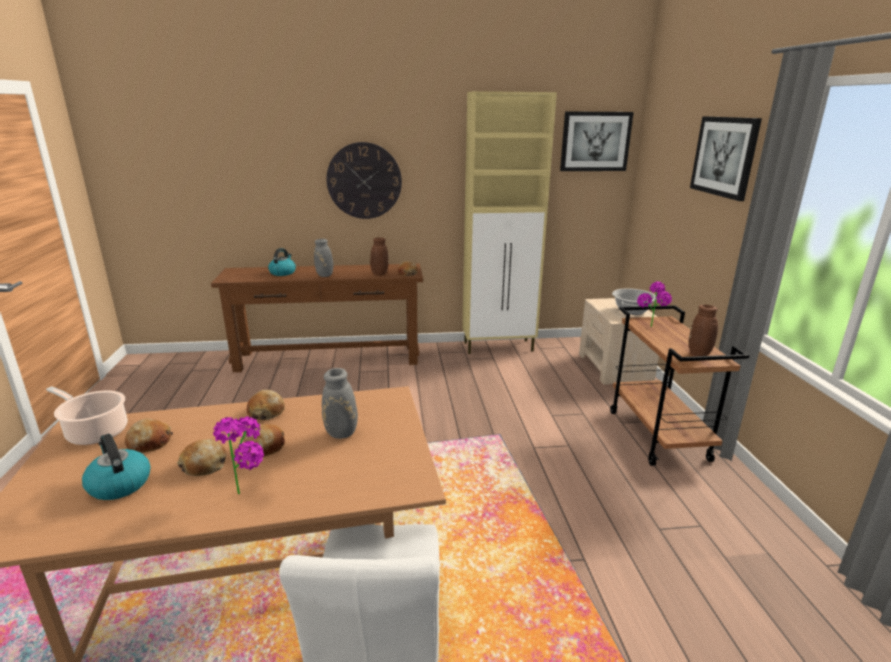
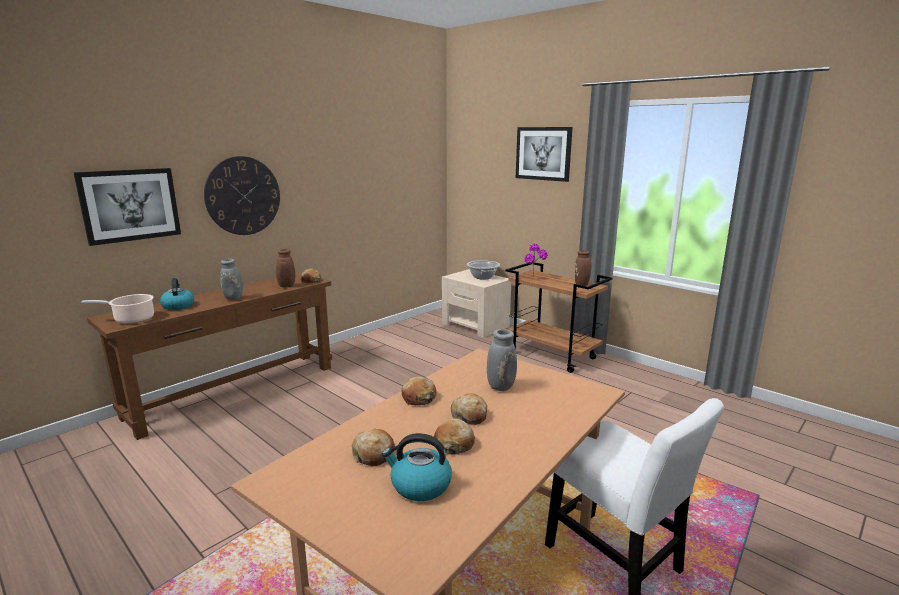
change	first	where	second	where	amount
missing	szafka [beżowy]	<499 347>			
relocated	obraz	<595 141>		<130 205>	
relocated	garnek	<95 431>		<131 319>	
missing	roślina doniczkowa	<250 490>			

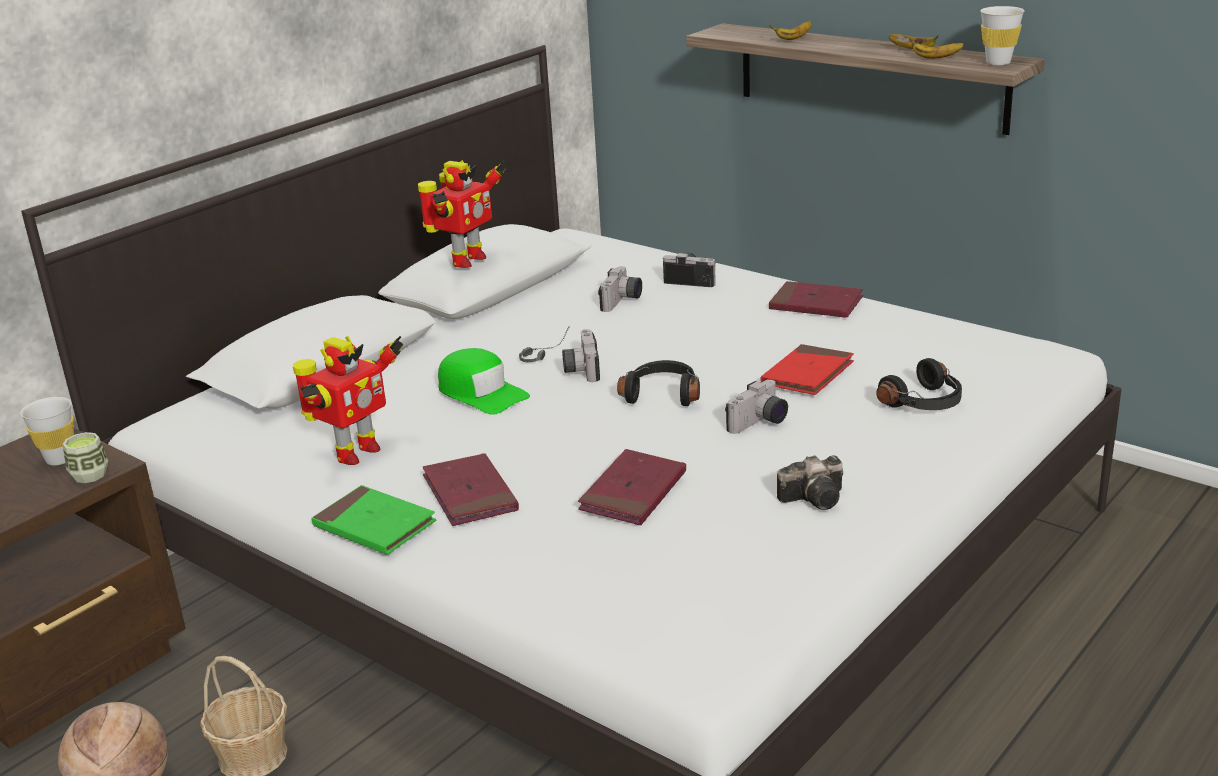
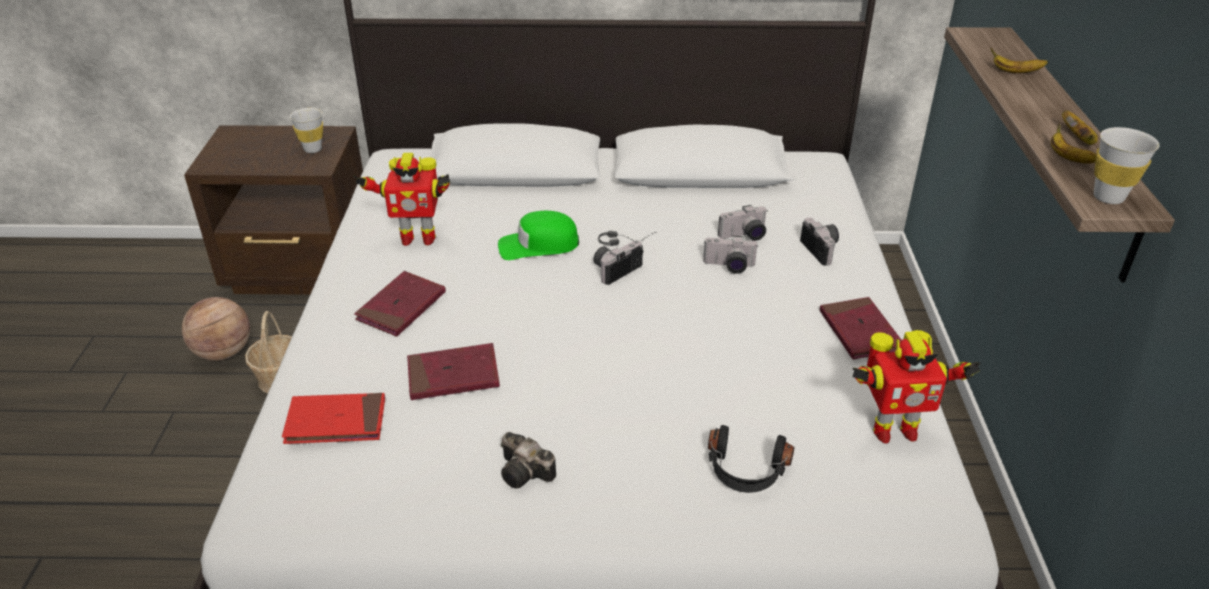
change	first	where	second	where	amount
relocated	robot zabawkowy	<465 261>		<892 430>	
relocated	książka [czerwony]	<807 374>		<336 422>	
spun	czapka z daszkiem [zielony]	<481 393>		<538 245>	75 degrees clockwise
missing	słuchawki [czarny]	<663 394>			
relocated	aparat fotograficzny	<760 423>		<729 267>	
missing	filiżanka	<90 475>			
missing	książka [zielony]	<374 525>			

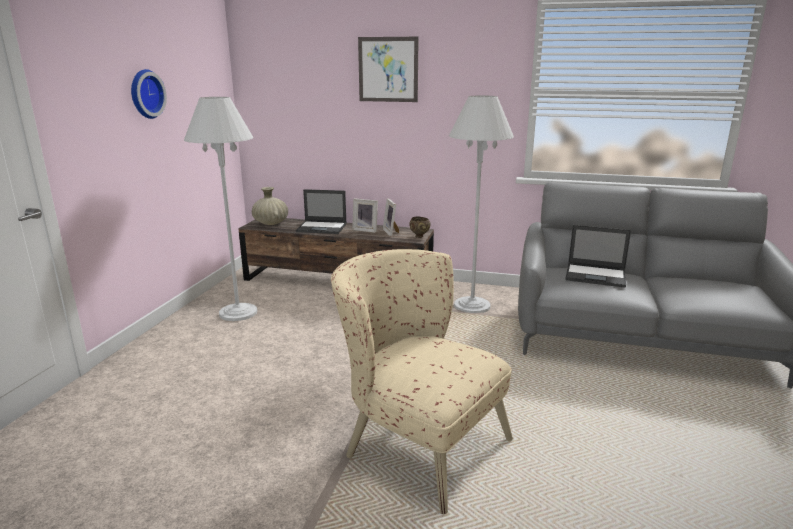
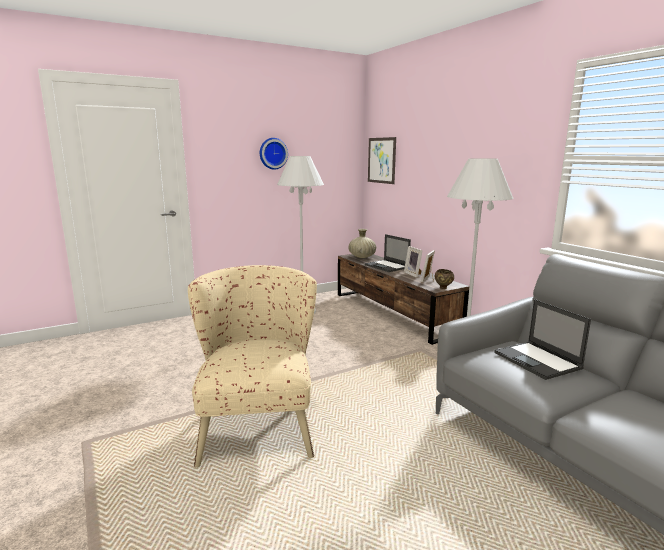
change	first	where	second	where	amount
relocated	obraz	<388 69>		<381 160>	

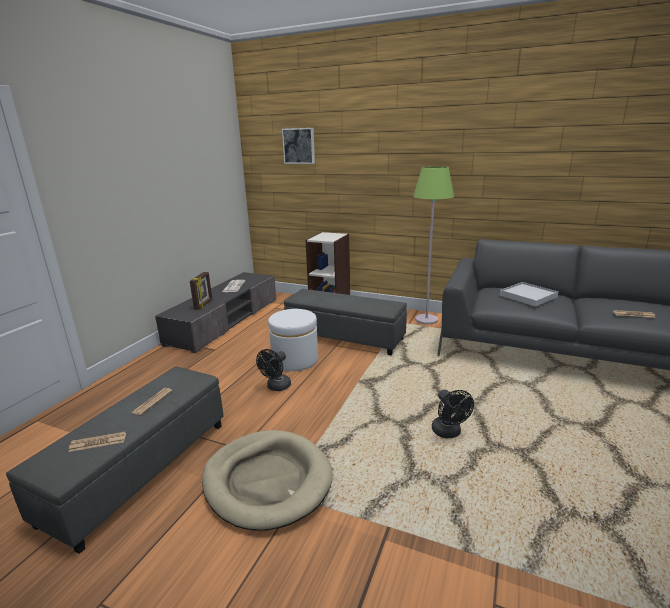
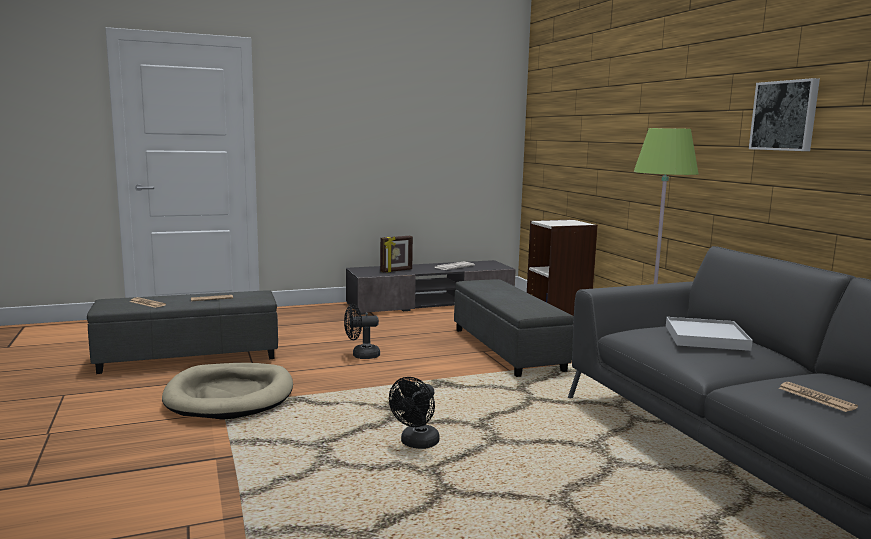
change	first	where	second	where	amount
relocated	obraz	<299 146>		<785 116>	
missing	pufa [biały]	<295 360>			

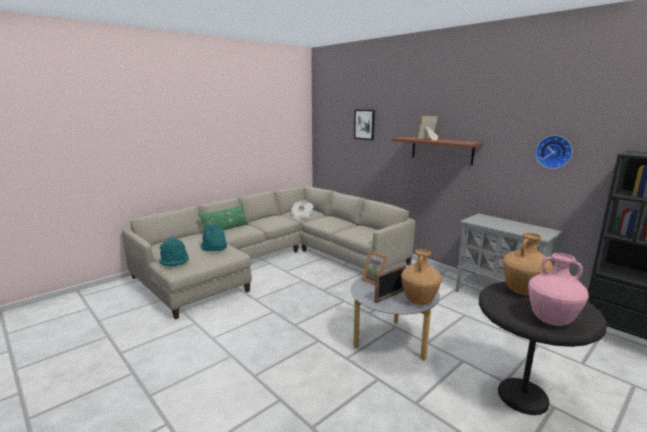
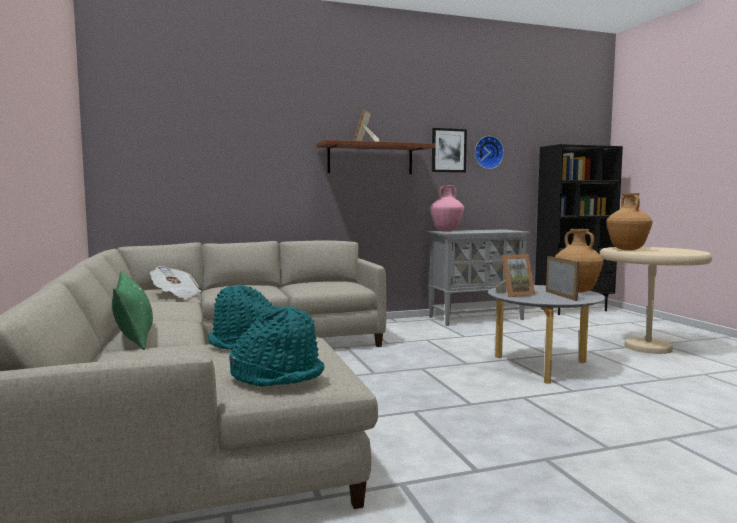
change	first	where	second	where	amount
relocated	obraz	<364 124>		<448 150>	
relocated	wazon [różowy]	<551 321>		<447 231>	
colour	stolik [czarny]	<522 397>	stolik [beżowy]	<648 347>	

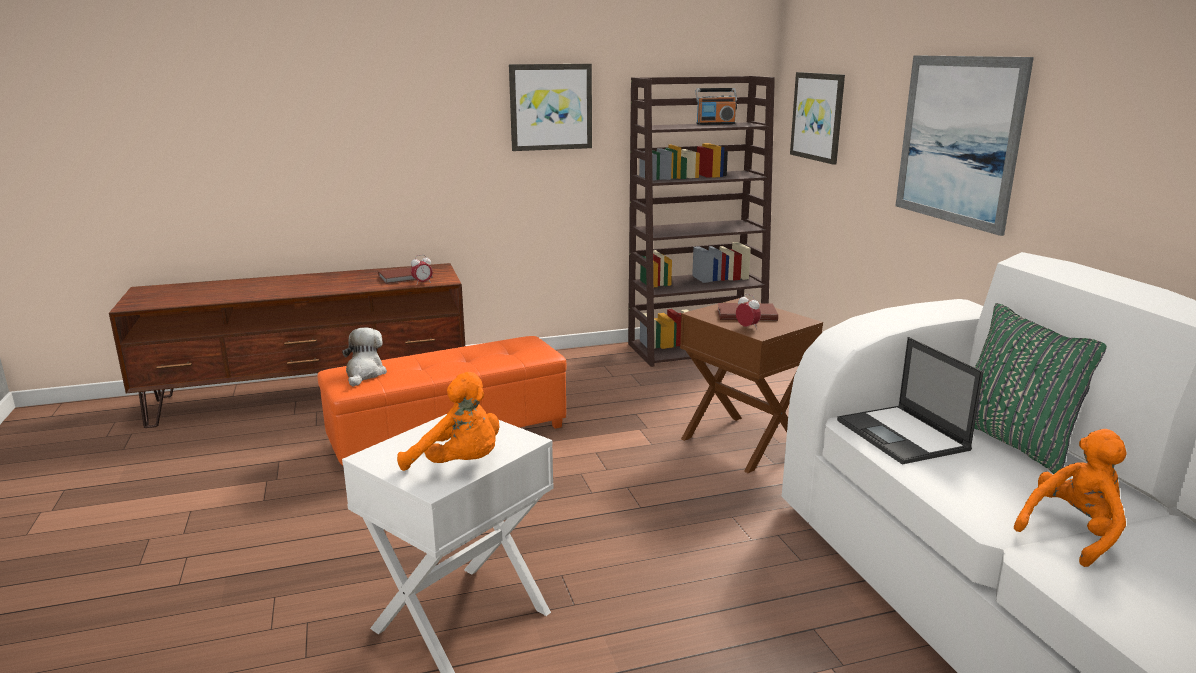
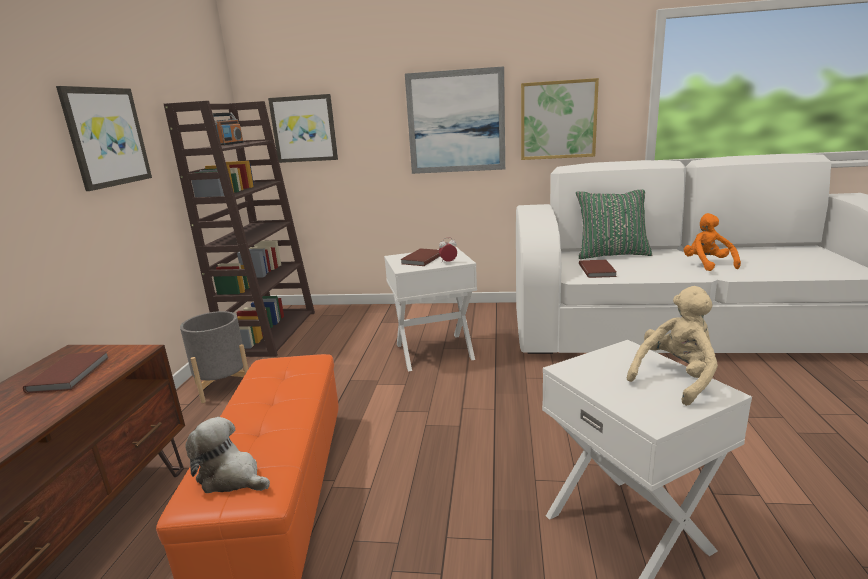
change	first	where	second	where	amount
missing	budzik	<422 283>			
colour	stolik [brązowy]	<741 443>	stolik [biały]	<434 352>	
exchanged	laptop	<903 435>	książka [brązowy]	<598 270>	
colour	pluszak [pomarańczowy]	<459 465>	pluszak [beżowy]	<675 378>	
appeared			obraz	<558 120>	
appeared			donica [szary]	<223 385>	

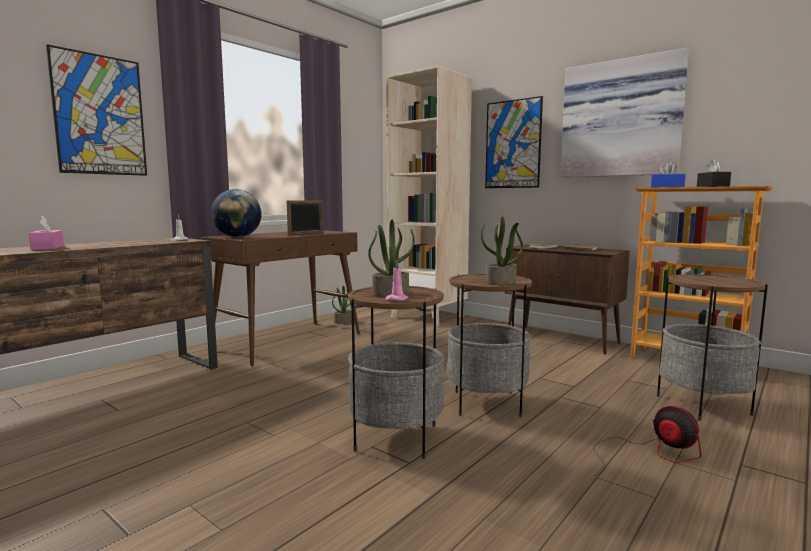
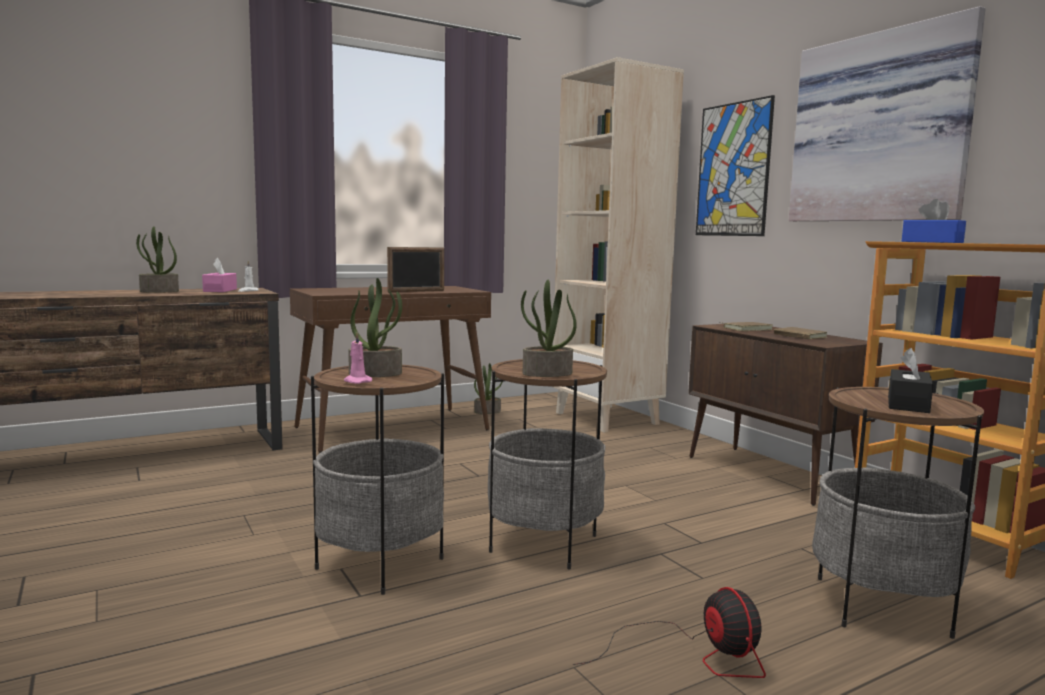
change	first	where	second	where	amount
missing	obraz	<100 115>			
relocated	pudełko chusteczek [czarny]	<712 186>		<908 404>	
missing	globus	<237 237>			
relocated	pudełko chusteczek [różowy]	<47 247>		<220 290>	
appeared			roślina doniczkowa	<159 291>	

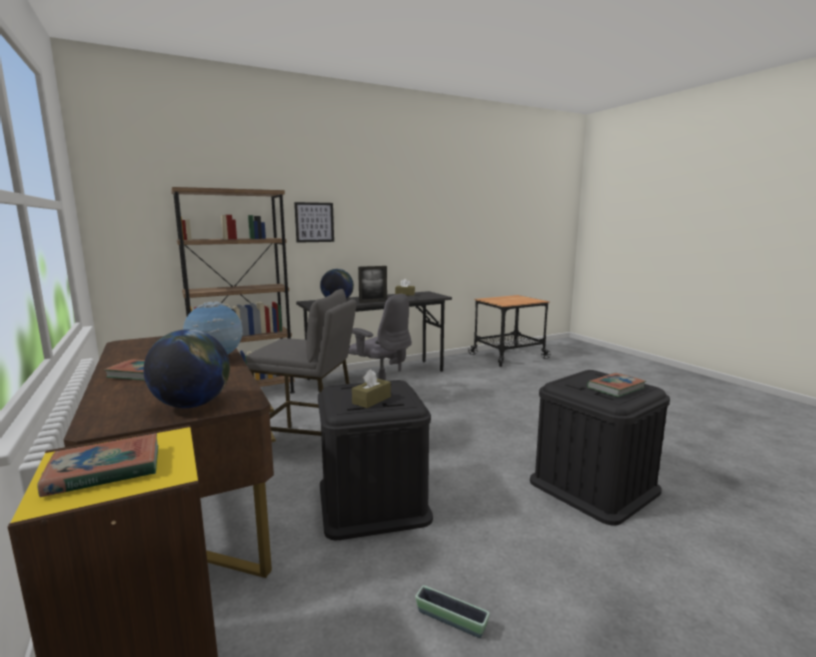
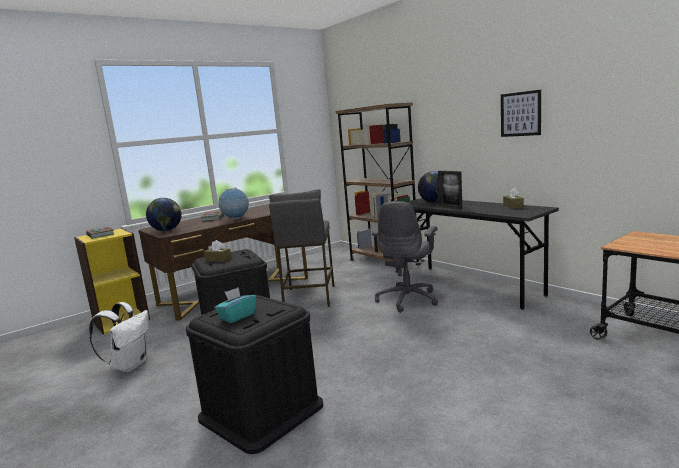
change	first	where	second	where	amount
relocated	obraz	<314 222>		<520 114>	
exchanged	książka	<616 388>	pudełko chusteczek [turkusowy]	<237 316>	
exchanged	donica	<451 620>	plecak [biały]	<129 365>	

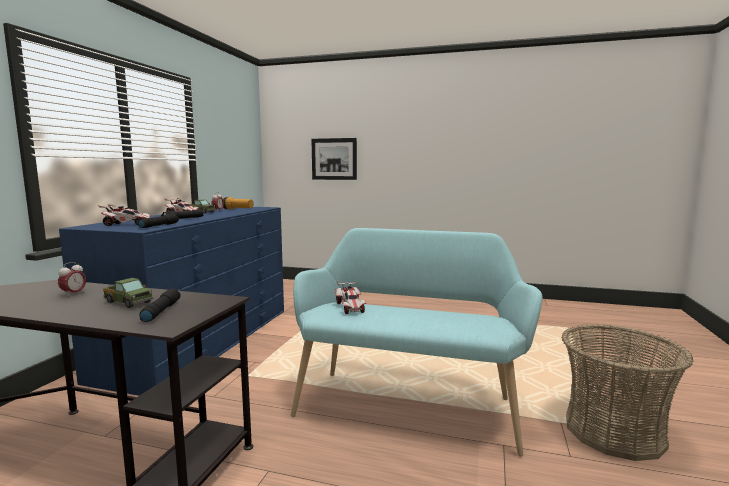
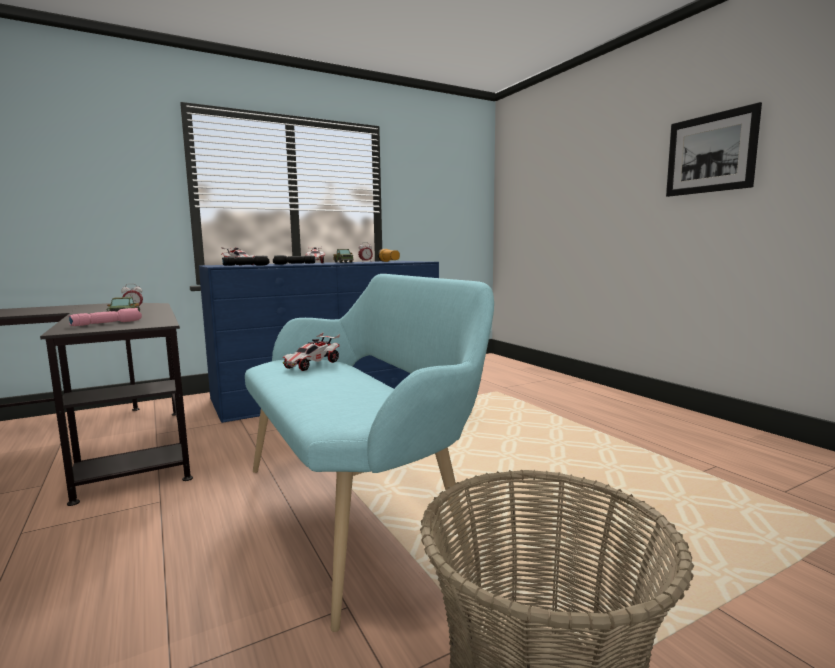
change	first	where	second	where	amount
relocated	obraz	<334 159>		<710 153>	
colour	latarka [czarny]	<160 311>	latarka [różowy]	<107 323>	

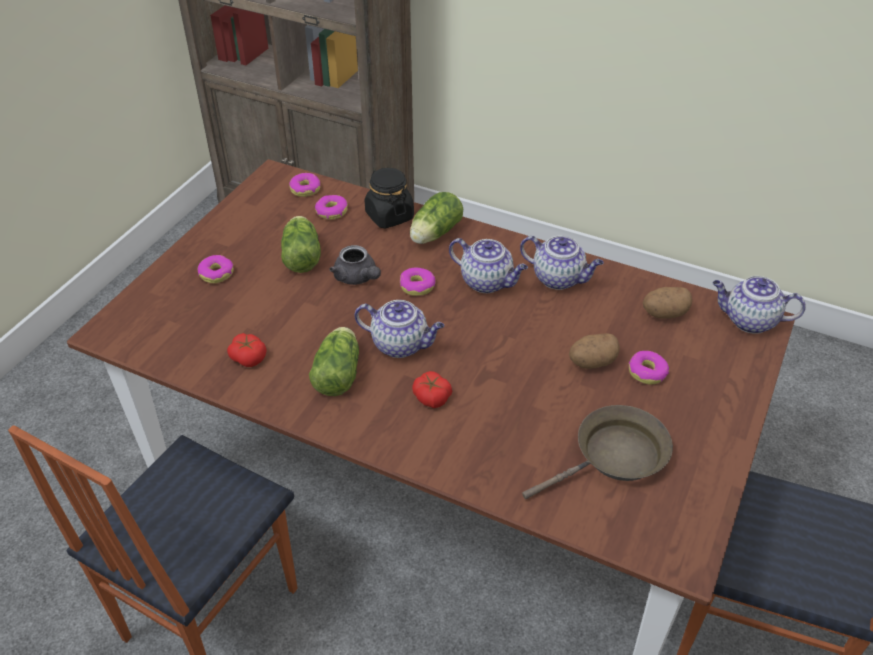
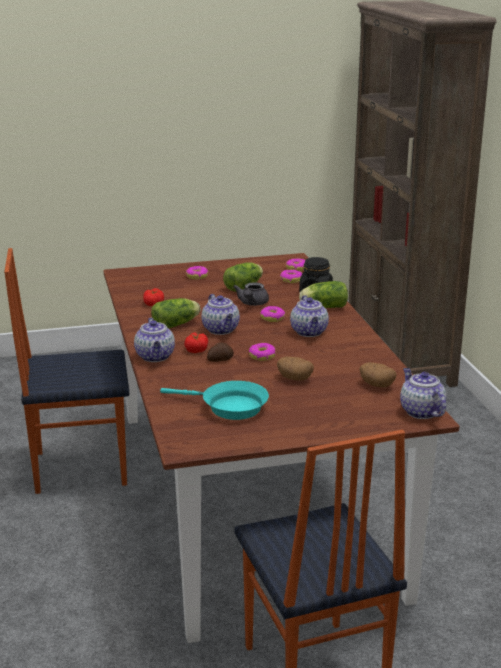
change	first	where	second	where	amount
relocated	imbryk	<559 278>		<155 357>	
relocated	donut	<647 372>		<262 356>	
colour	patelnia [brązowy]	<614 457>	patelnia [turkusowy]	<229 407>	
appeared			ziemniak	<220 360>	

